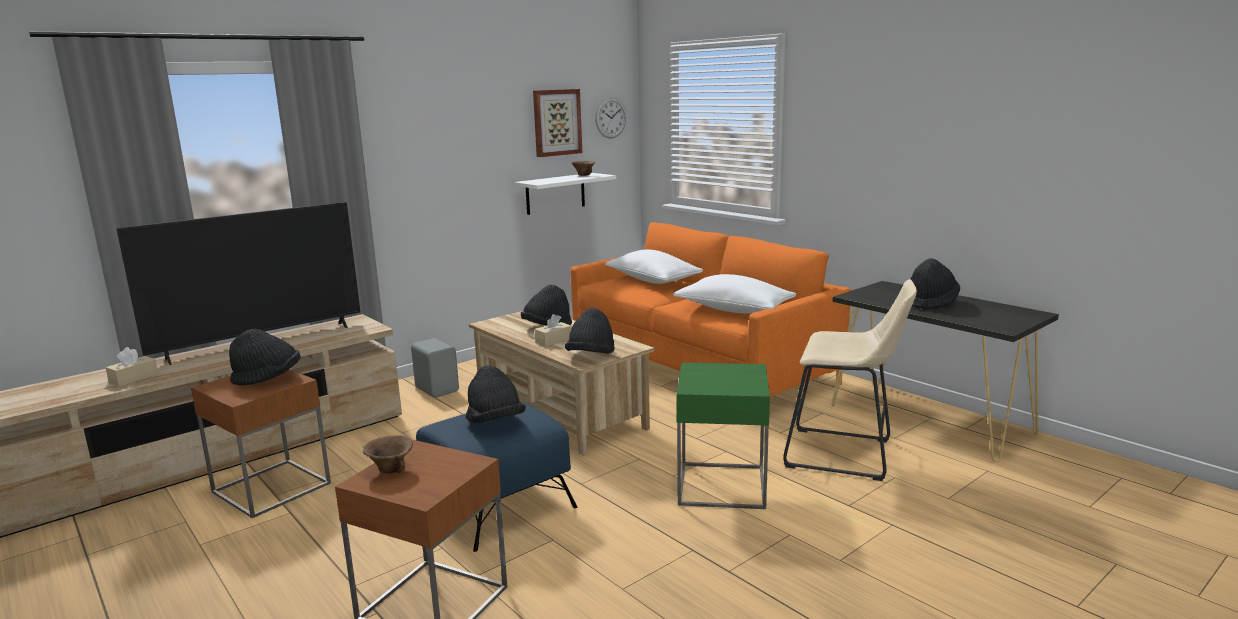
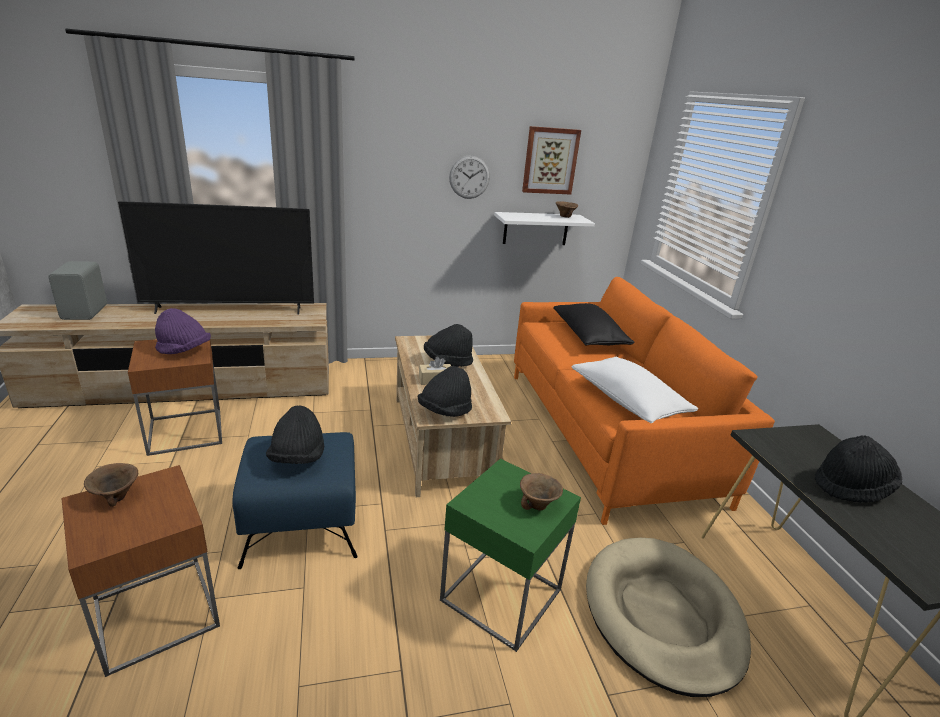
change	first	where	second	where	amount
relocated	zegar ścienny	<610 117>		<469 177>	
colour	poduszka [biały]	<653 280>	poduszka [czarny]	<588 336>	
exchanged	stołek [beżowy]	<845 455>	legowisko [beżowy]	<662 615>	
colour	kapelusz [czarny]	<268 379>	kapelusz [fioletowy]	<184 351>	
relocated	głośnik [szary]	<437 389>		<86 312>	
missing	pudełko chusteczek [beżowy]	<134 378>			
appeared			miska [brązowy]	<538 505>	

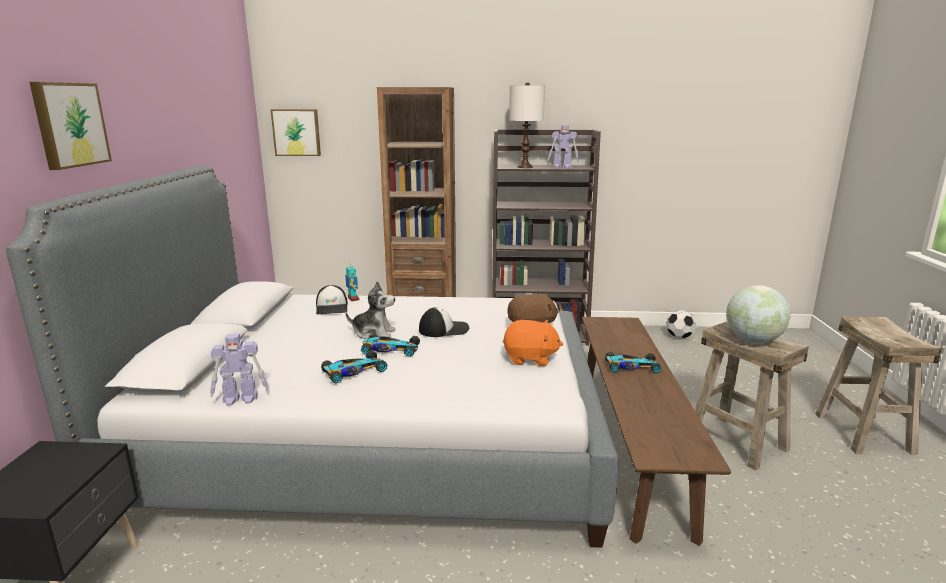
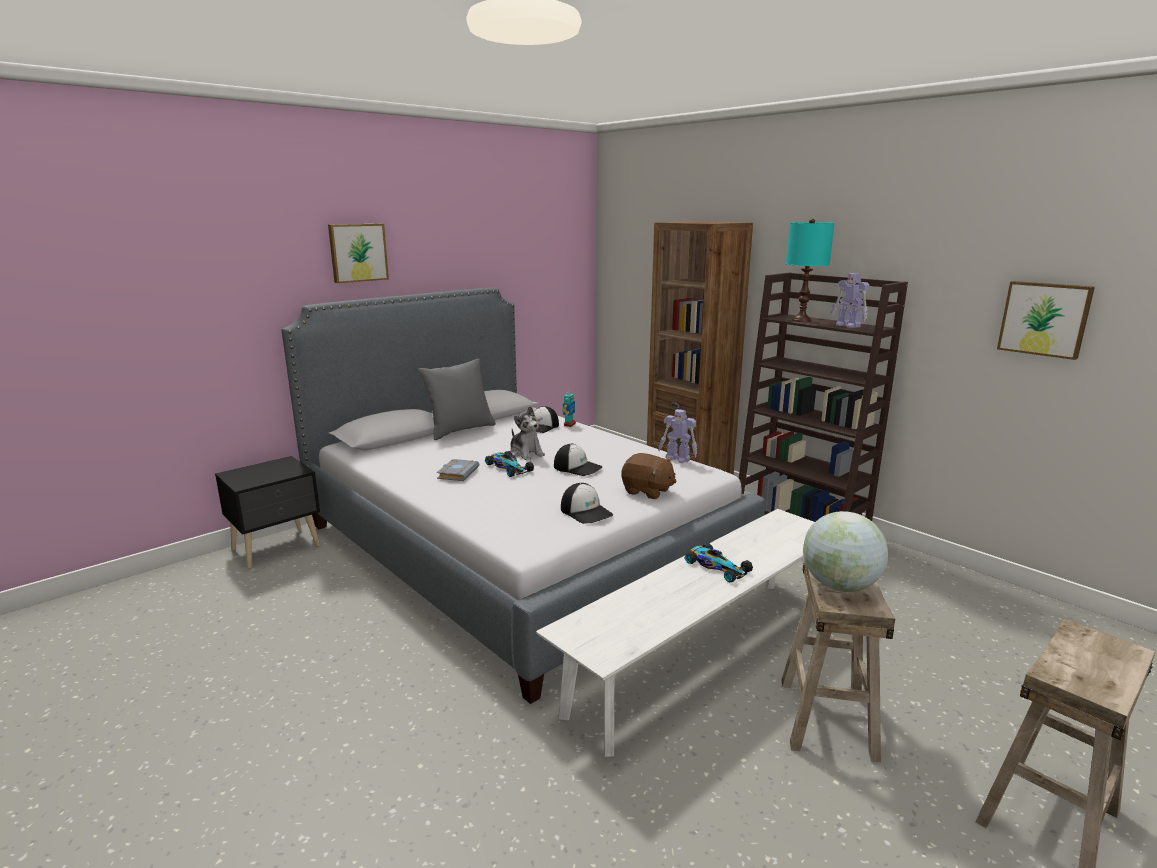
change	first	where	second	where	amount
colour	lampa stołowa [biały]	<525 167>	lampa stołowa [turkusowy]	<802 320>	
relocated	obraz	<297 132>		<1044 319>	
missing	piłka futbolowa	<679 337>			
colour	ławka [brązowy]	<630 443>	ławka [biały]	<703 655>	
exchanged	pluszak [pomarańczowy]	<530 359>	czapka z daszkiem	<586 512>	
relocated	robot zabawkowy	<241 399>		<678 459>	
exchanged	samochodzik	<353 371>	książka [szary]	<457 473>	
appeared			poduszka [szary]	<460 430>	

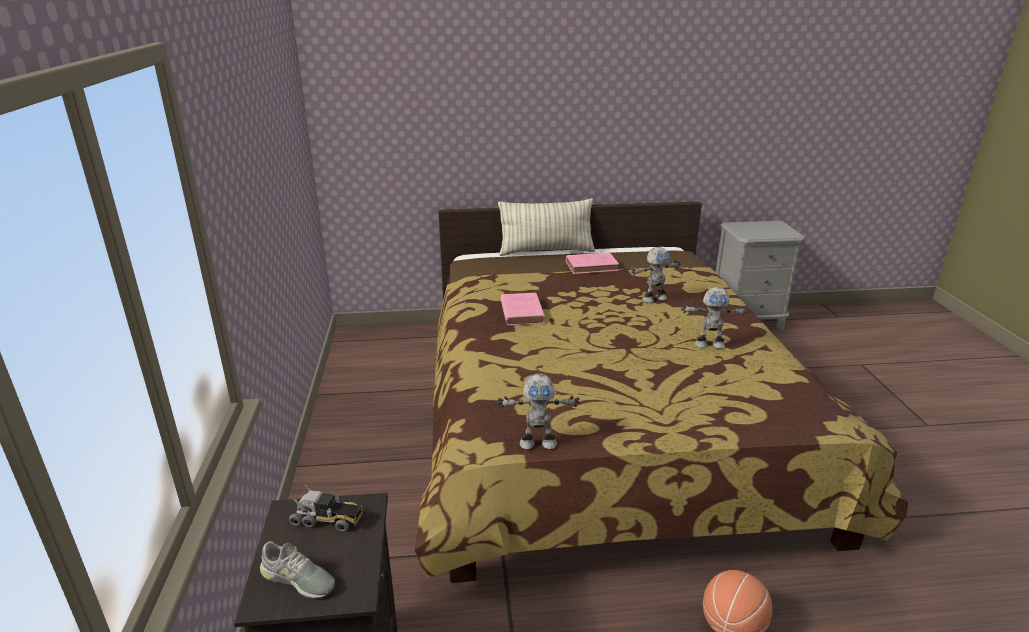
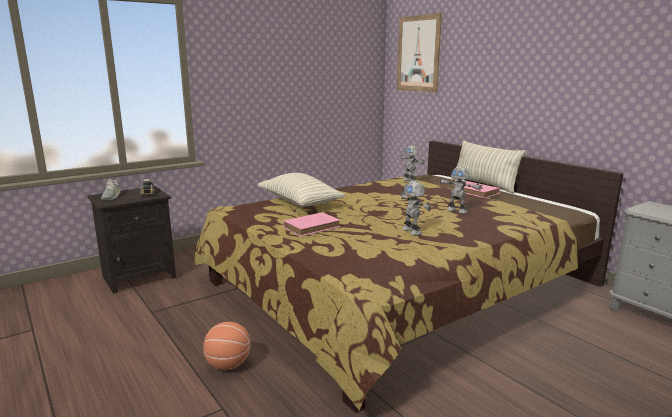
change	first	where	second	where	amount
relocated	książka [różowy]	<521 312>		<313 227>	
relocated	robot zabawkowy	<538 443>		<410 181>	
appeared			obraz	<418 54>	
appeared			poduszka	<299 203>	

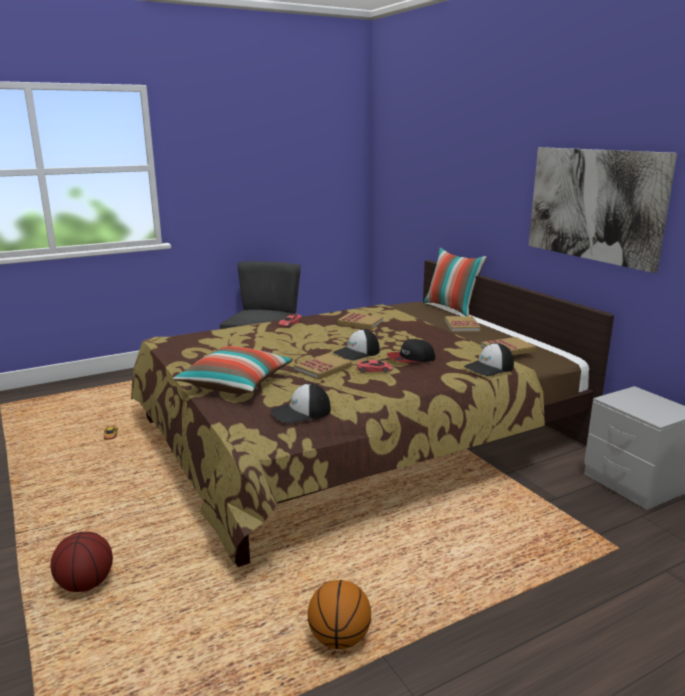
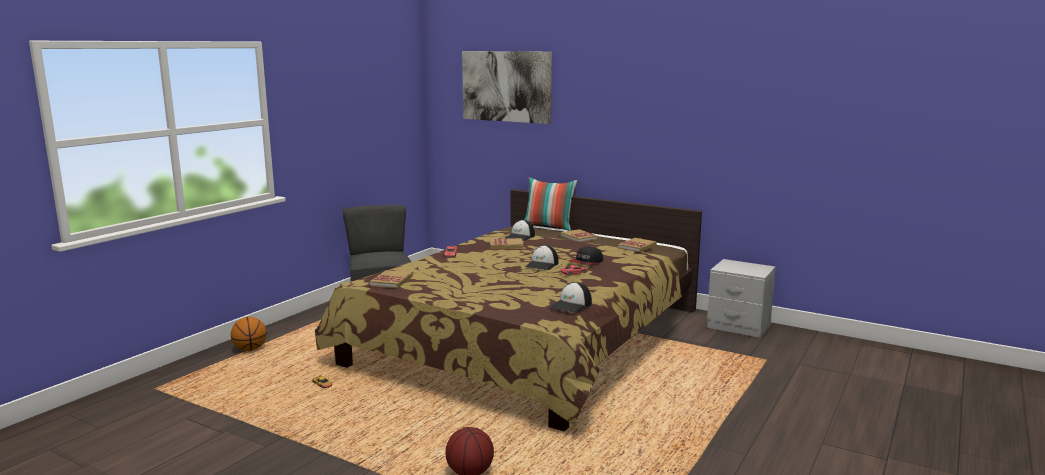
change	first	where	second	where	amount
relocated	obraz	<594 205>		<506 86>	
relocated	czapka z daszkiem	<489 368>		<520 237>	
missing	poduszka	<236 384>			
relocated	książka	<323 369>		<391 281>	
relocated	piłka do koszykówki	<339 638>		<250 349>	

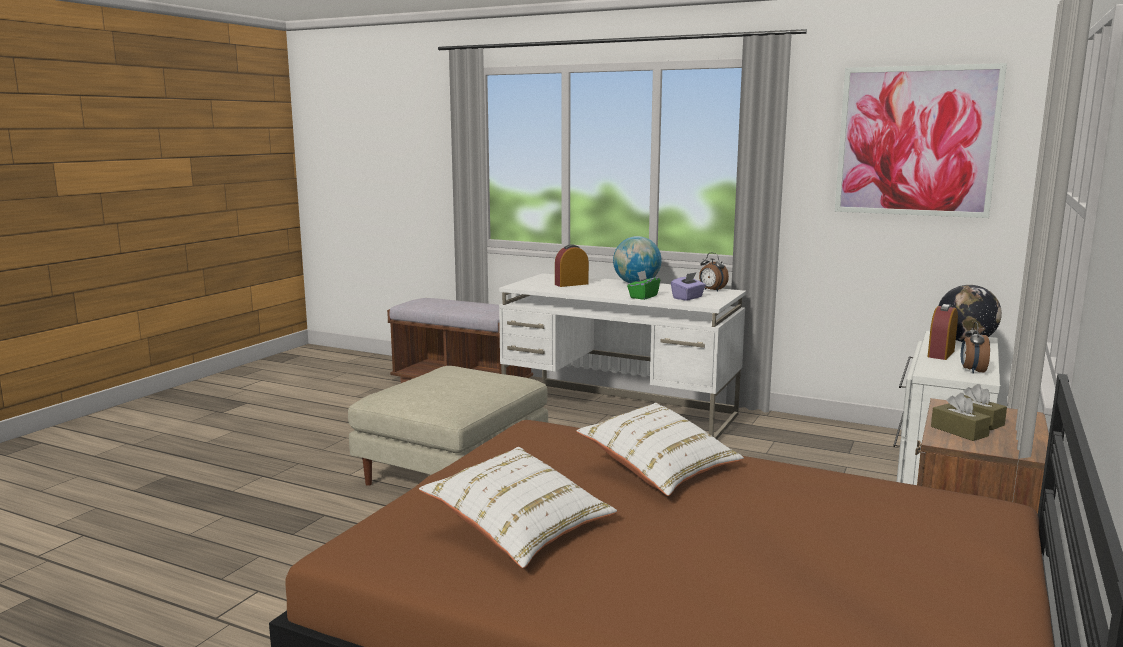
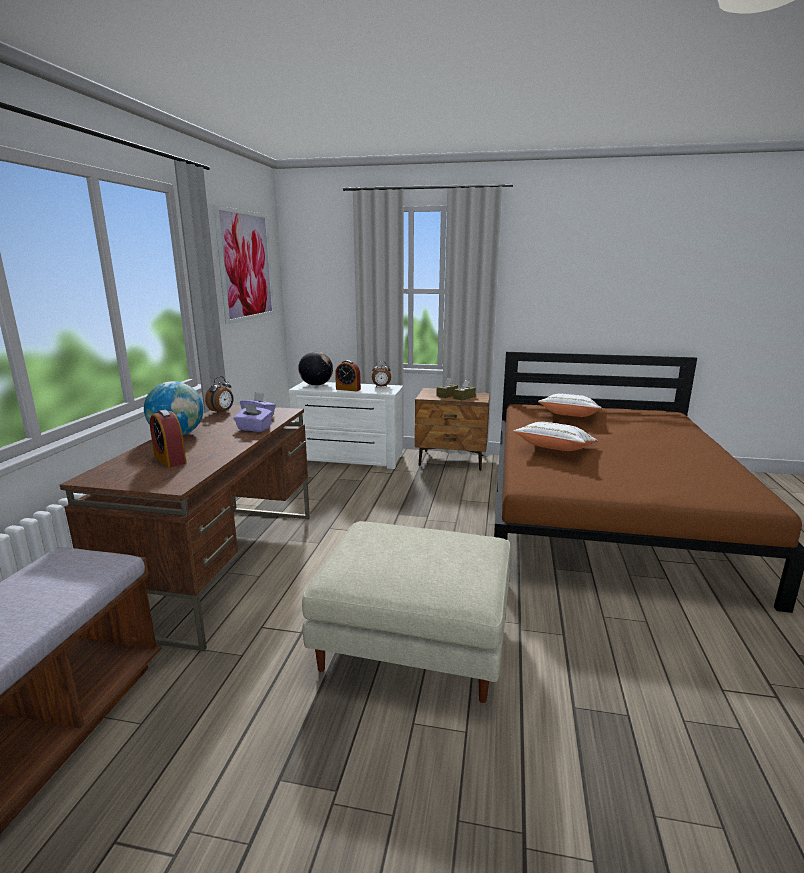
change	first	where	second	where	amount
colour	pudełko chusteczek [zielony]	<643 297>	pudełko chusteczek [fioletowy]	<254 429>	
colour	biurko [biały]	<620 413>	biurko [brązowy]	<223 565>	
relocated	poduszka [biały]	<520 529>		<569 417>	

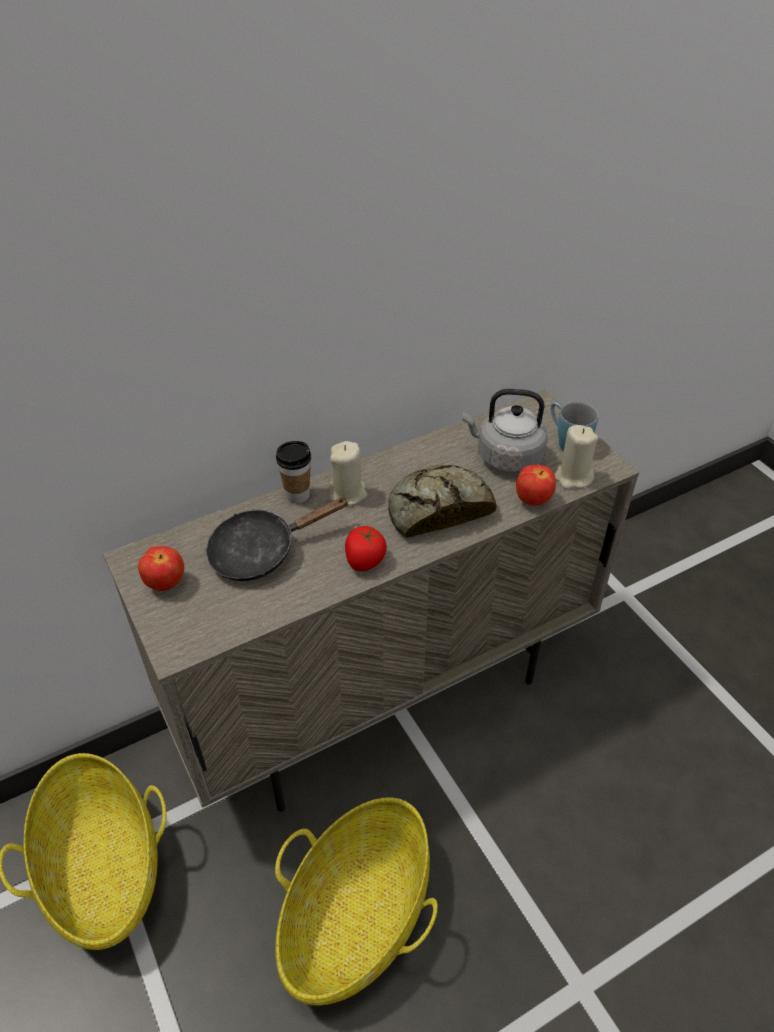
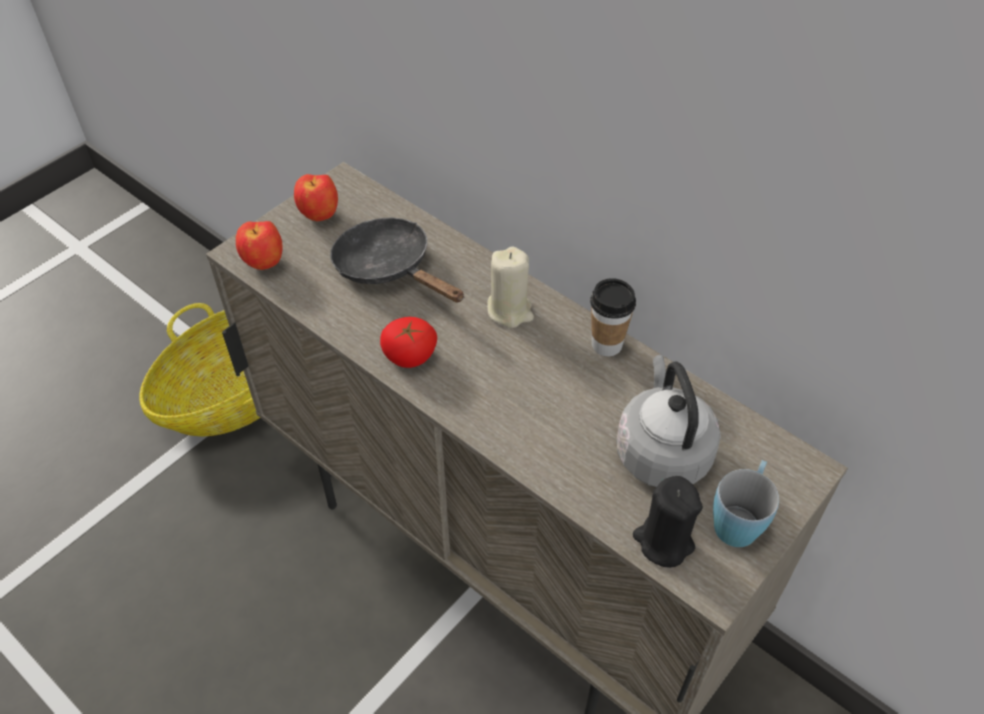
change	first	where	second	where	amount
colour	świeca [beżowy]	<573 477>	świeca [czarny]	<663 541>	
relocated	filiżanka	<297 495>		<606 344>	
missing	chleb	<437 508>			
relocated	jabłko	<533 500>		<265 263>	
missing	koszyk	<357 916>			

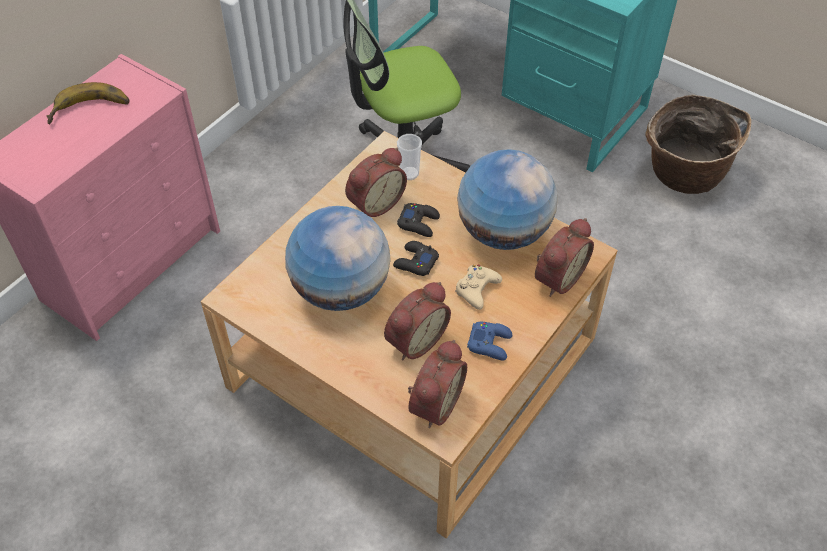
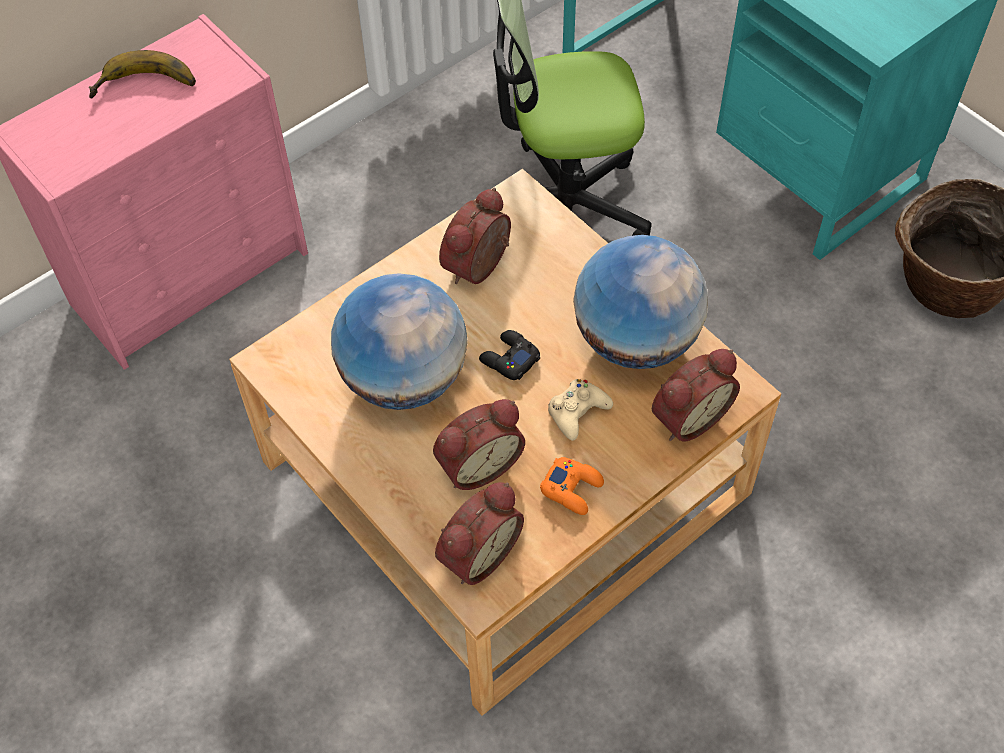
change	first	where	second	where	amount
missing	filiżanka	<409 173>			
spun	budzik	<374 203>		<480 267>	150 degrees clockwise
missing	pad do gier [czarny]	<419 223>			
colour	pad do gier [niebieski]	<490 343>	pad do gier [pomarańczowy]	<572 488>	

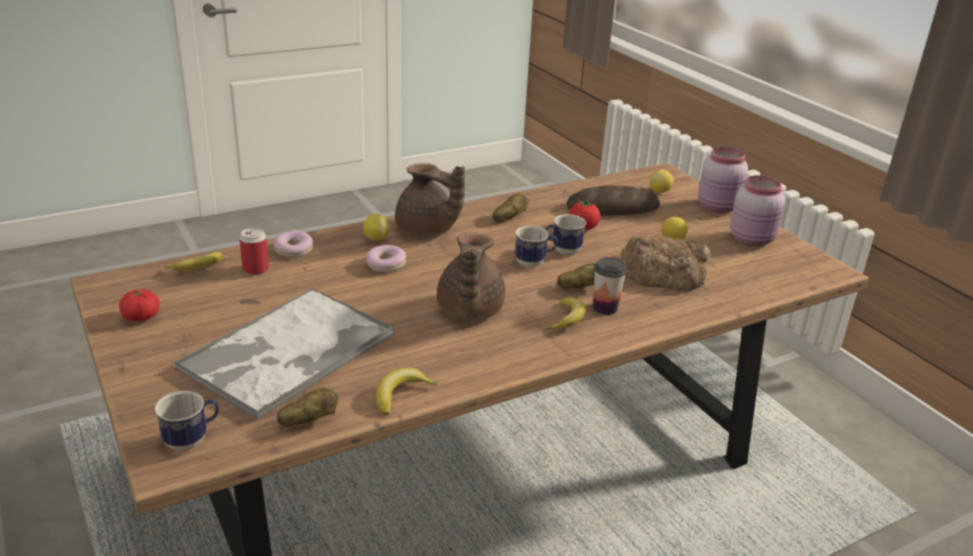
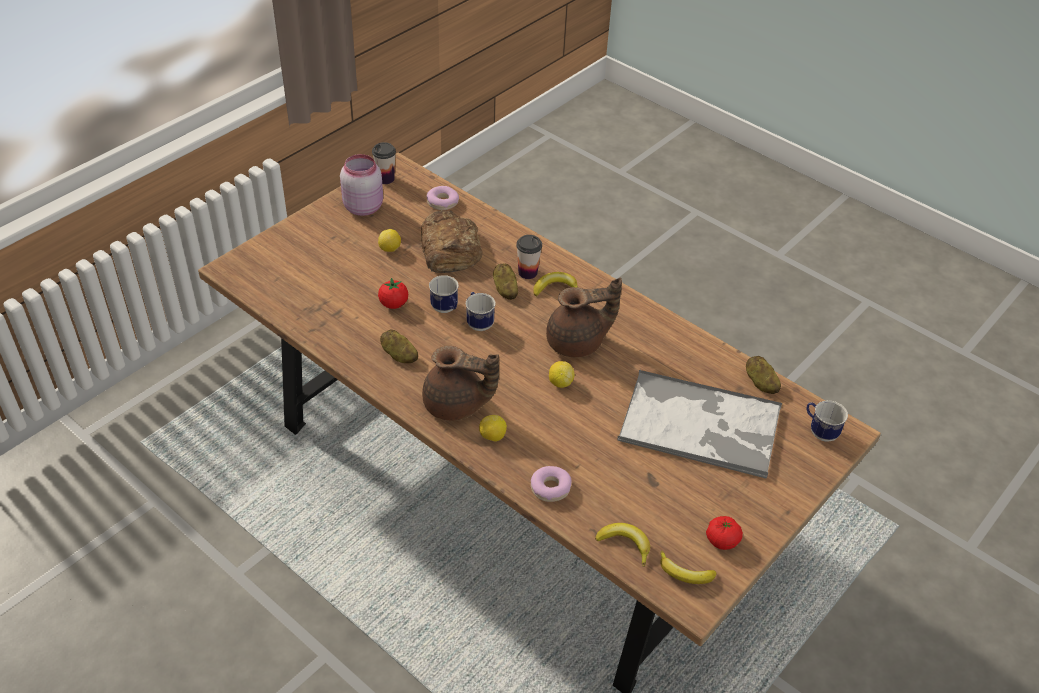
change	first	where	second	where	amount
missing	słoik [różowy]	<719 207>			
spun	imbryk [brązowy]	<427 231>		<456 405>	90 degrees clockwise
relocated	cytryna	<660 191>		<560 382>	
missing	chleb	<612 208>			
missing	puszka	<255 269>			
relocated	donut	<385 265>		<442 202>	
relocated	banan	<400 395>		<684 574>	
appeared			filiżanka	<385 178>	

